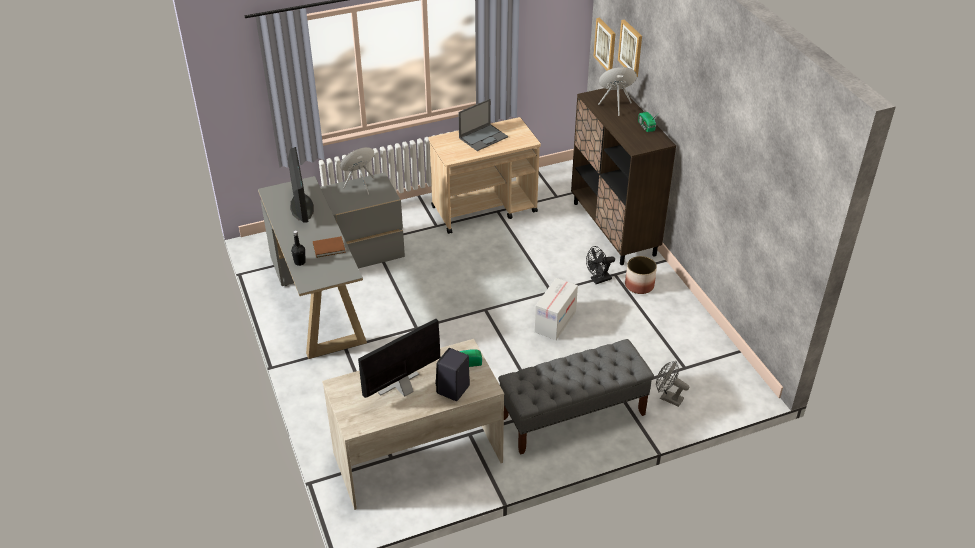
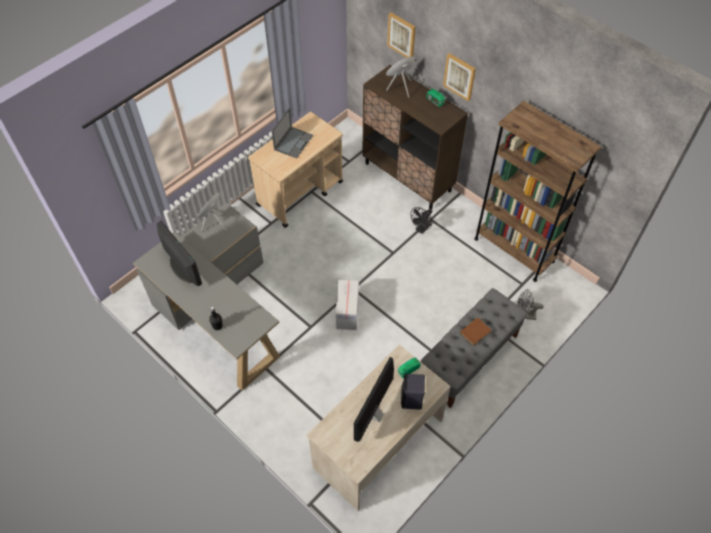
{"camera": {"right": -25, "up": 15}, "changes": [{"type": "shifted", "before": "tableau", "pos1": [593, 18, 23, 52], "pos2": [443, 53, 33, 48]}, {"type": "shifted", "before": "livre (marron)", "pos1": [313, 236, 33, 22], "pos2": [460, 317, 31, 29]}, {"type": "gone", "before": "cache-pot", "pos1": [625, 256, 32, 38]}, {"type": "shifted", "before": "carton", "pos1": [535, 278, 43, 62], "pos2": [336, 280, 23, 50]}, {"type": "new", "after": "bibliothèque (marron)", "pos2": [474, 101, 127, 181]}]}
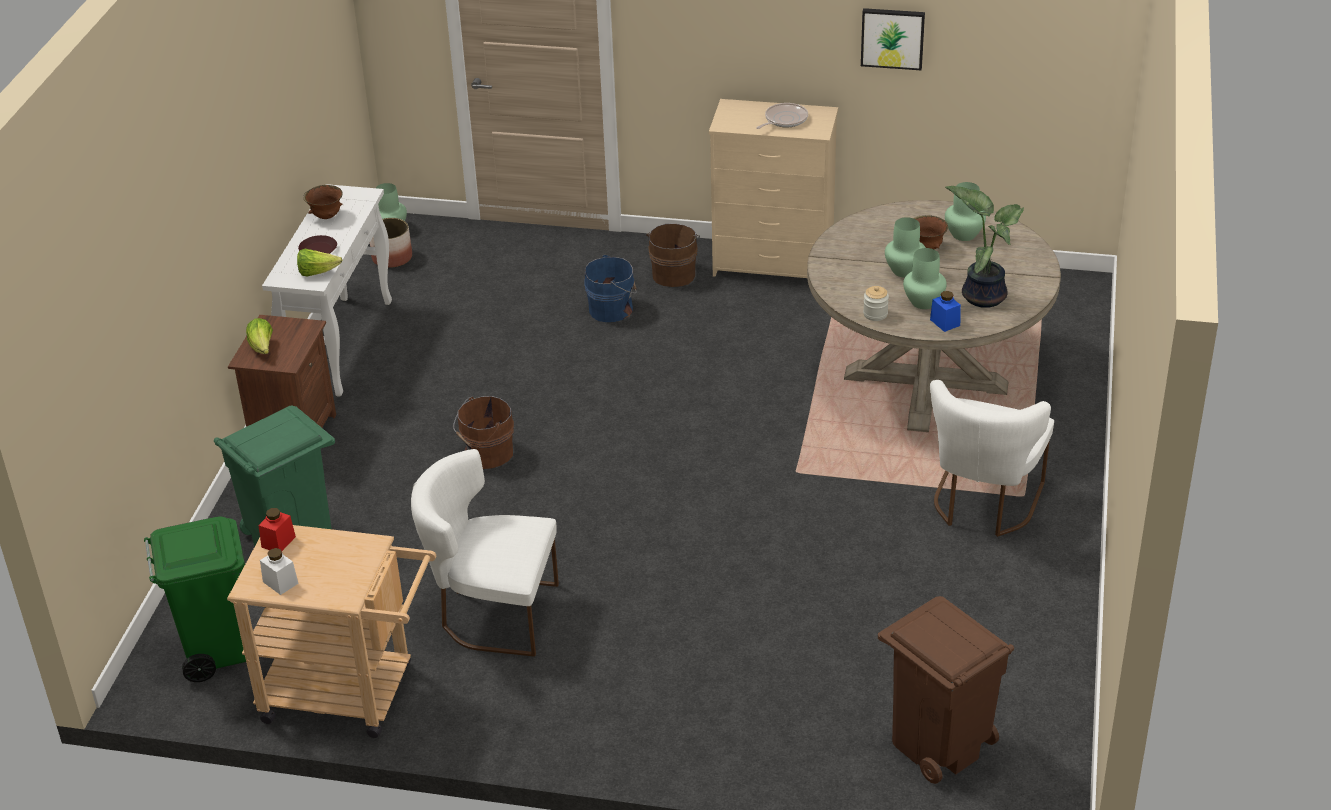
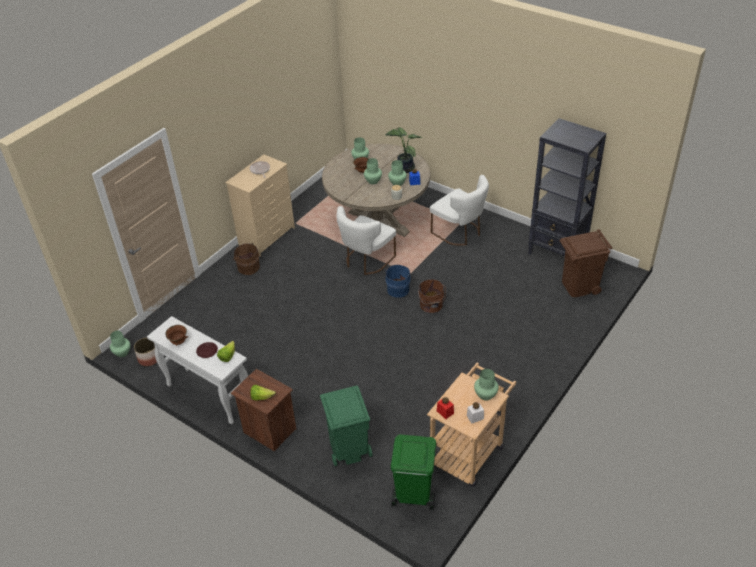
{"camera": {"right": -65, "up": 5}, "changes": [{"type": "gone", "before": "tableau", "pos1": [861, 8, 64, 62]}, {"type": "shifted", "before": "seau (bleu)", "pos1": [584, 255, 53, 67], "pos2": [385, 265, 27, 33]}, {"type": "shifted", "before": "seau (marron)", "pos1": [453, 396, 61, 73], "pos2": [418, 279, 28, 34]}, {"type": "shifted", "before": "chaise (blanc)", "pos1": [411, 449, 148, 208], "pos2": [336, 206, 60, 69]}, {"type": "new", "after": "bibliothèque (noir)", "pos2": [528, 118, 78, 138]}, {"type": "new", "after": "vase (vert)", "pos2": [474, 369, 25, 32]}]}
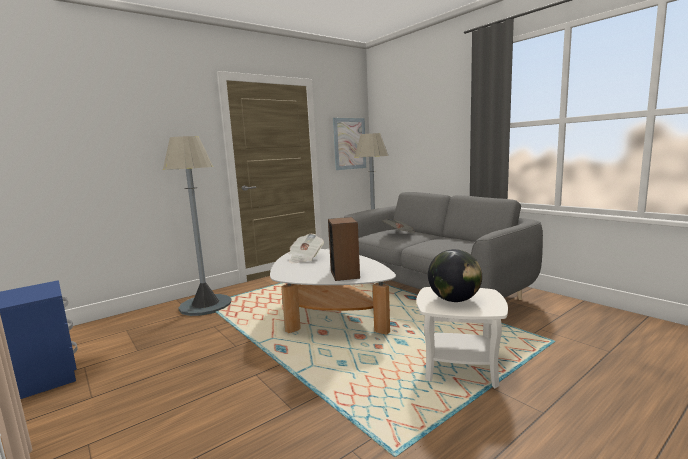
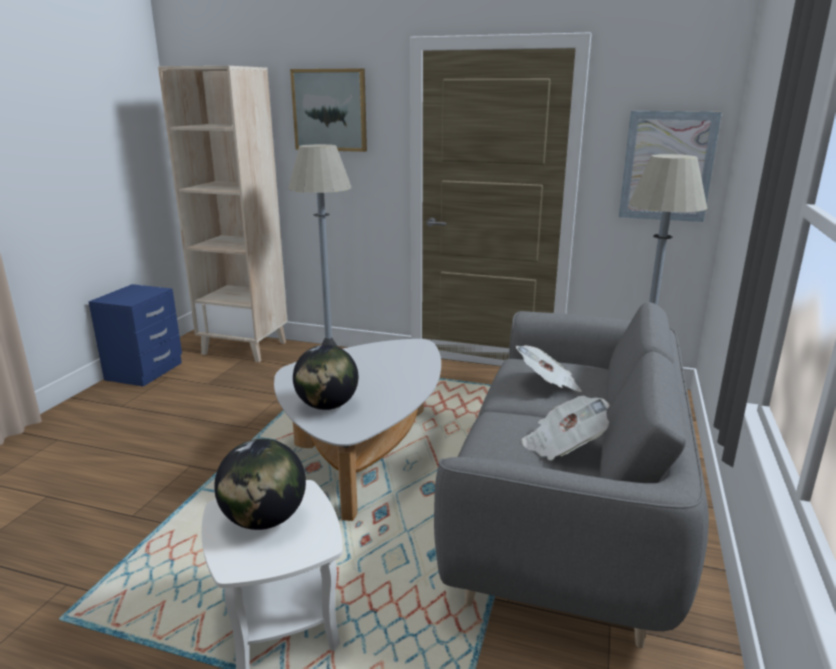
{"camera": {"right": 55, "up": 10}, "changes": [{"type": "swapped", "before": "enceinte", "after": "globe", "pos1": [328, 217, 32, 64], "pos2": [293, 345, 65, 65]}, {"type": "shifted", "before": "journal", "pos1": [289, 234, 35, 29], "pos2": [521, 396, 89, 64]}, {"type": "new", "after": "bibliothèque (beige)", "pos2": [158, 66, 130, 296]}, {"type": "new", "after": "tableau", "pos2": [290, 68, 77, 84]}]}
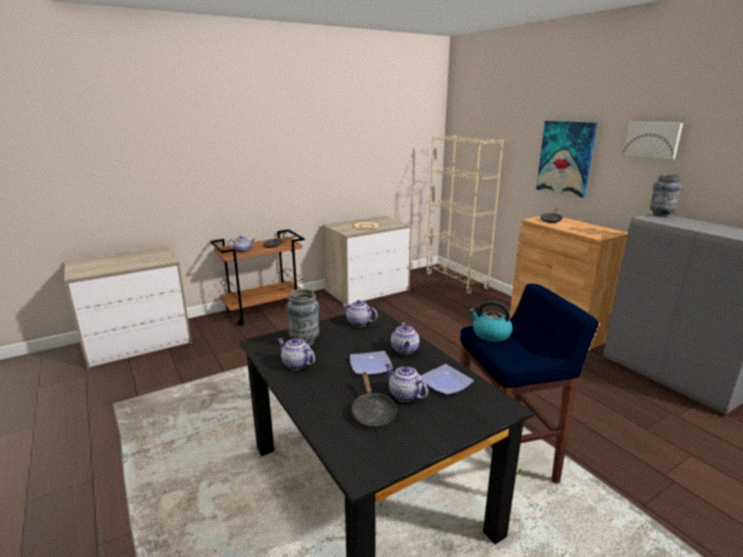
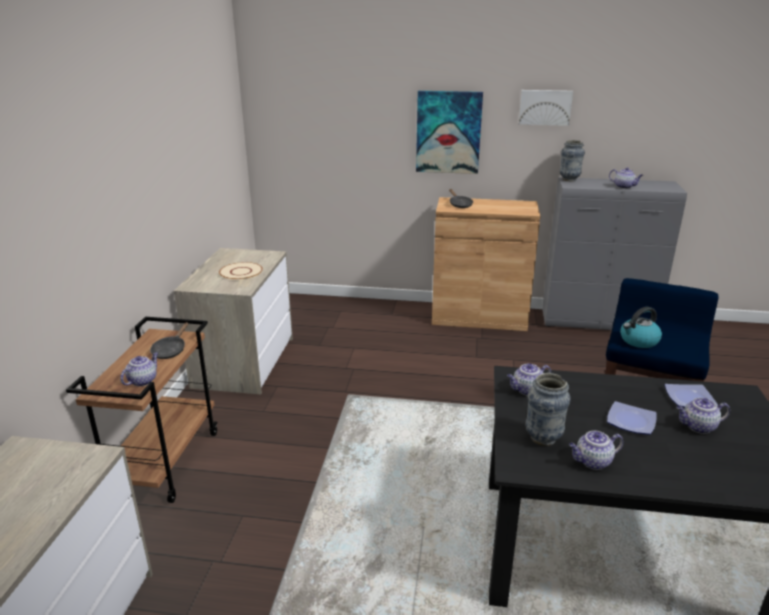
{"camera": {"right": -50, "up": 5}, "changes": [{"type": "gone", "before": "bibliothèque (beige)", "pos1": [426, 135, 78, 159]}, {"type": "shifted", "before": "théière", "pos1": [391, 322, 28, 33], "pos2": [609, 167, 34, 22]}, {"type": "gone", "before": "poêle (noir)", "pos1": [351, 372, 45, 56]}]}
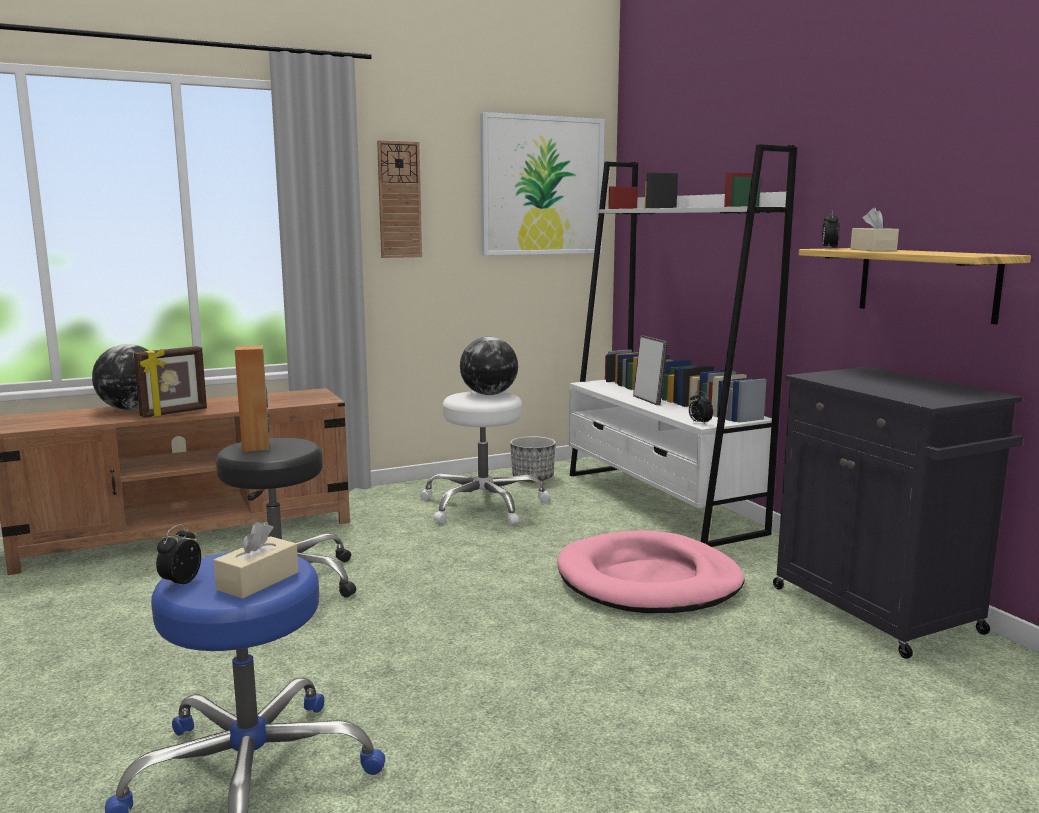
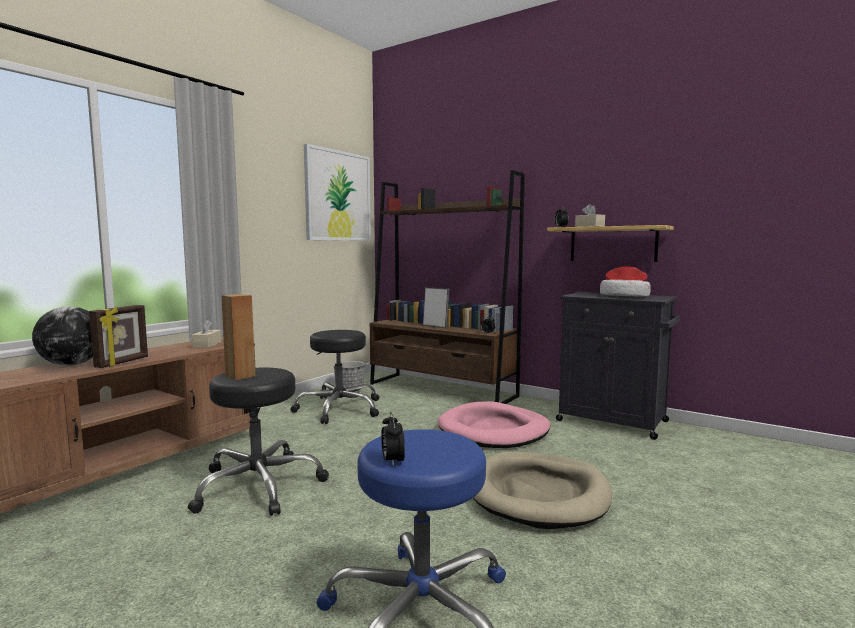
{"camera": {"right": -30, "up": -5}, "changes": [{"type": "gone", "before": "horloge murale", "pos1": [377, 140, 45, 118]}, {"type": "repainted", "before": "bibliothèque (blanc)", "after": "bibliothèque (marron)", "pos1": [569, 144, 228, 403], "pos2": [370, 170, 155, 234]}, {"type": "gone", "before": "globe", "pos1": [460, 337, 58, 58]}, {"type": "repainted", "before": "tabouret (blanc)", "after": "tabouret (noir)", "pos1": [420, 391, 130, 135], "pos2": [291, 330, 88, 94]}, {"type": "shifted", "before": "boîte à mouchoirs (beige)", "pos1": [214, 522, 85, 77], "pos2": [192, 320, 29, 28]}, {"type": "new", "after": "chapeau", "pos2": [600, 267, 51, 30]}, {"type": "new", "after": "panier pour chien (beige)", "pos2": [473, 452, 139, 77]}]}
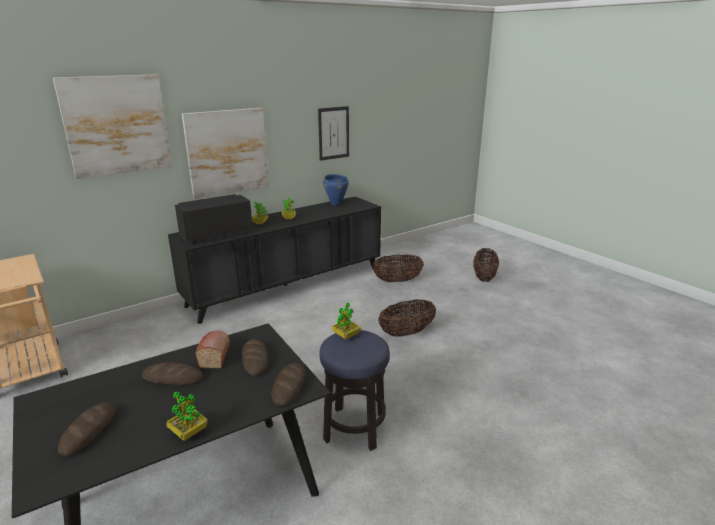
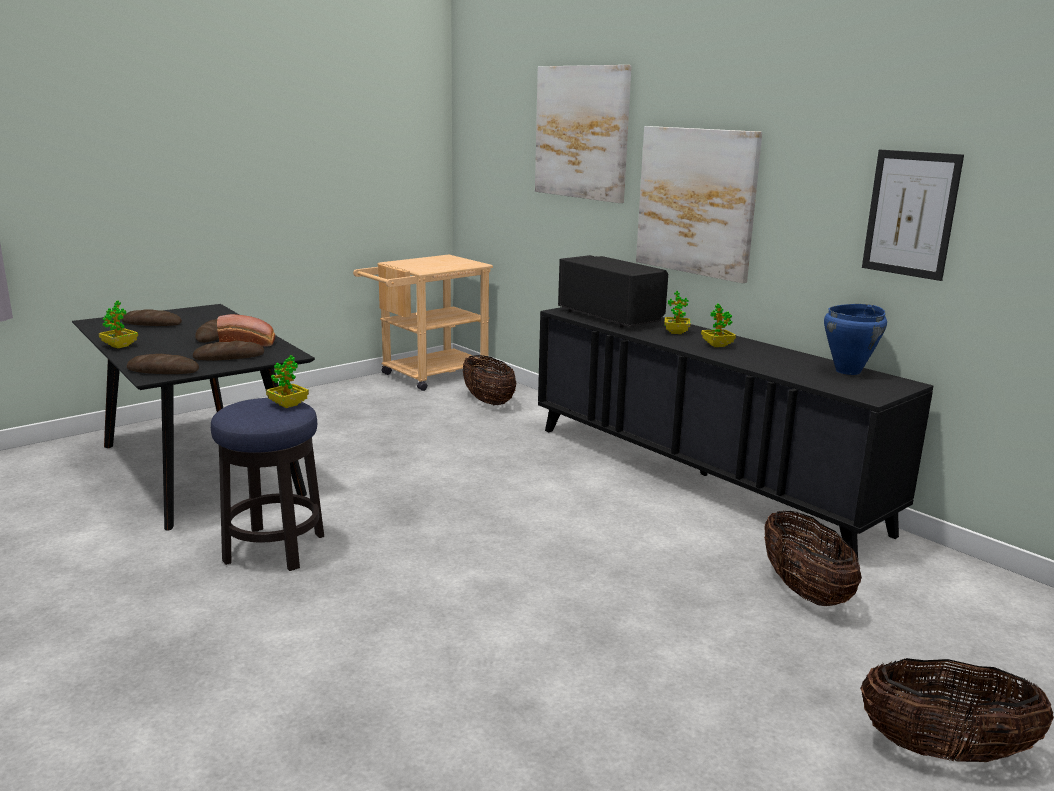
{"camera": {"right": 85, "up": -5}, "changes": [{"type": "shifted", "before": "panier", "pos1": [378, 299, 58, 38], "pos2": [463, 355, 53, 50]}]}
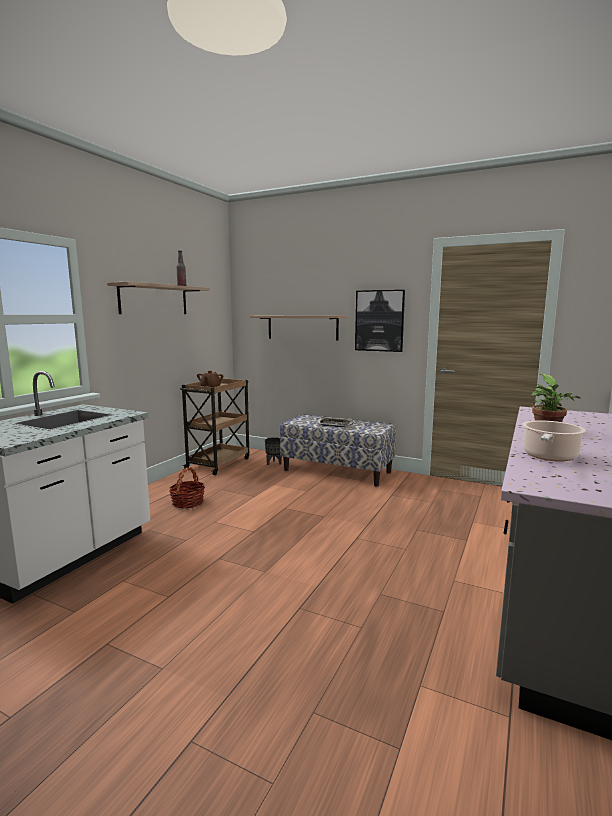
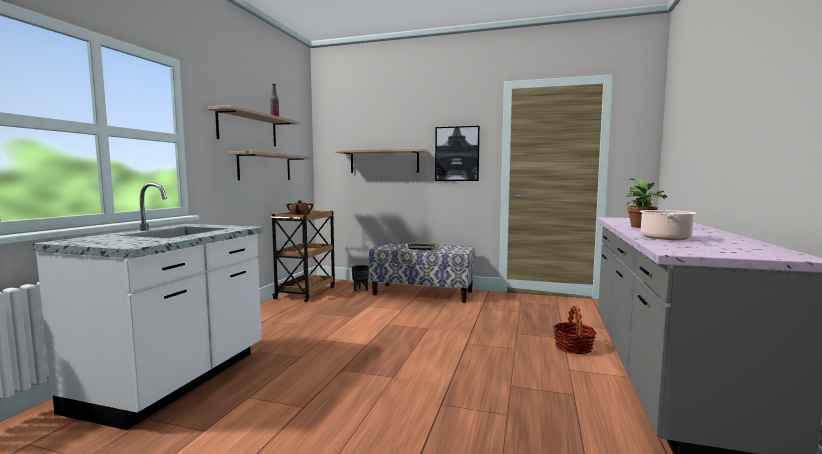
{"camera": {"right": -10, "up": -5}, "changes": [{"type": "shifted", "before": "panier", "pos1": [169, 467, 36, 41], "pos2": [553, 306, 44, 48]}, {"type": "new", "after": "étagère", "pos2": [229, 151, 83, 29]}]}
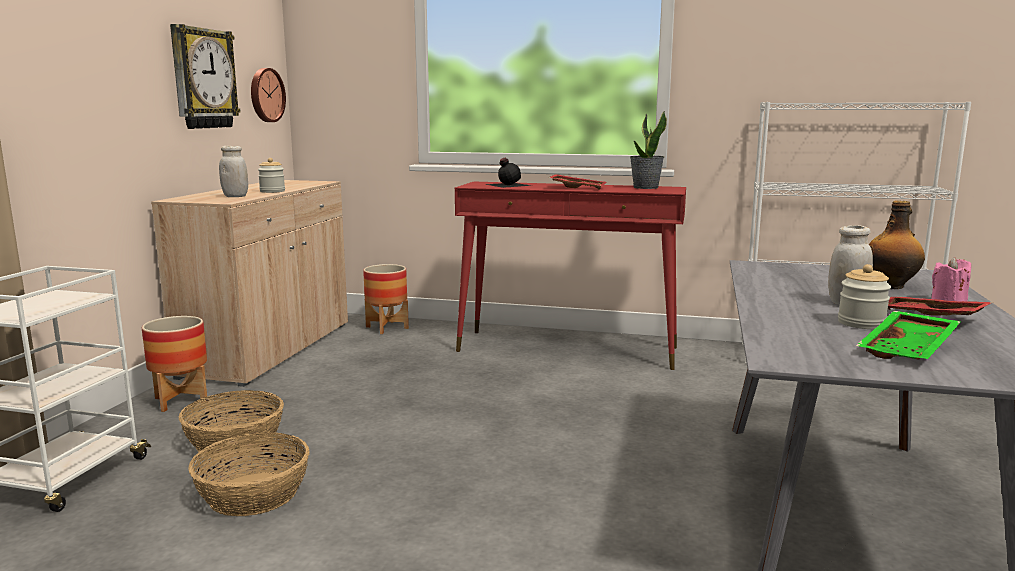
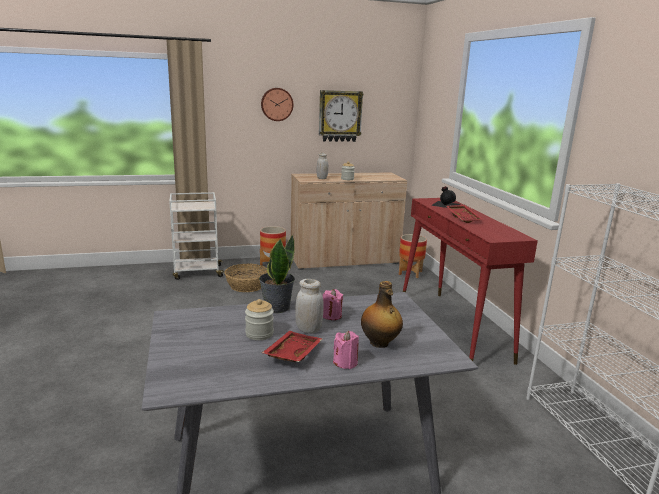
{"camera": {"right": 60, "up": 5}, "changes": [{"type": "shifted", "before": "horloge murale", "pos1": [251, 68, 35, 54], "pos2": [261, 88, 32, 33]}, {"type": "shifted", "before": "plante en pot", "pos1": [630, 111, 37, 78], "pos2": [259, 235, 36, 78]}, {"type": "gone", "before": "plateau (vert)", "pos1": [856, 311, 105, 48]}, {"type": "gone", "before": "panier", "pos1": [188, 432, 122, 84]}, {"type": "new", "after": "bougie (rose)", "pos2": [323, 289, 20, 31]}]}
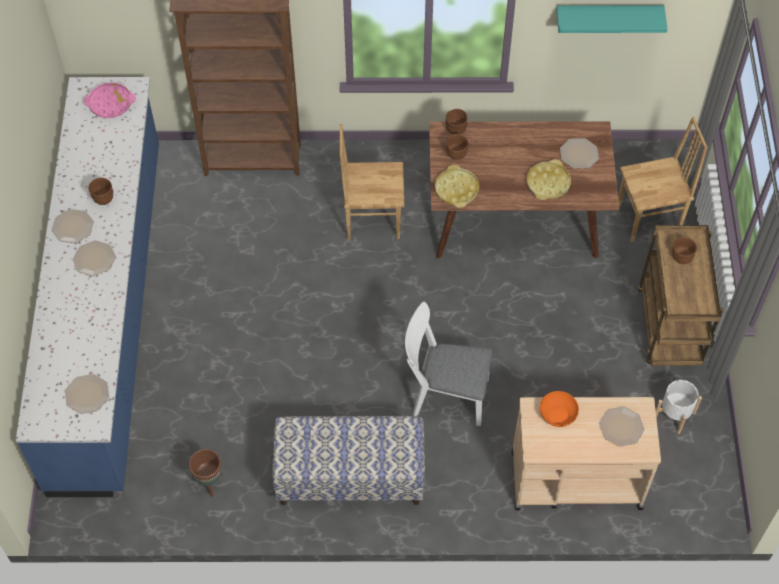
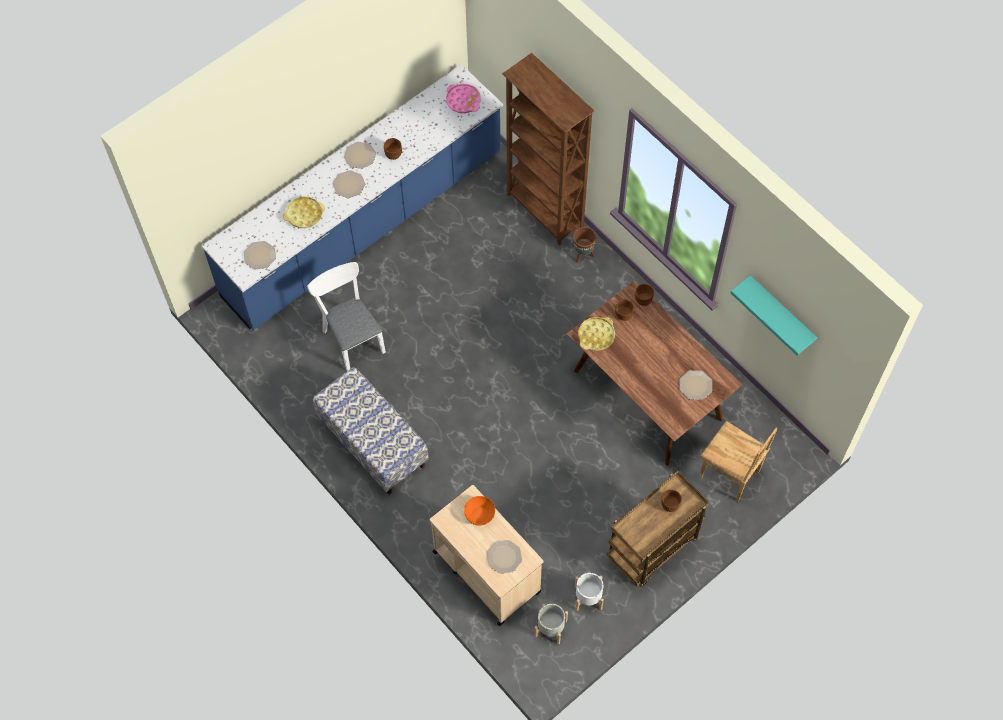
{"camera": {"right": 50, "up": 5}, "changes": [{"type": "gone", "before": "chaise (marron)", "pos1": [340, 124, 64, 116]}, {"type": "shifted", "before": "plateau (jaune)", "pos1": [527, 159, 44, 41], "pos2": [283, 197, 42, 31]}, {"type": "shifted", "before": "chaise (blanc)", "pos1": [405, 302, 87, 124], "pos2": [307, 262, 79, 109]}, {"type": "shifted", "before": "cache-pot (marron)", "pos1": [189, 449, 34, 48], "pos2": [573, 227, 23, 36]}, {"type": "new", "after": "cache-pot (gris)", "pos2": [534, 604, 34, 40]}]}
